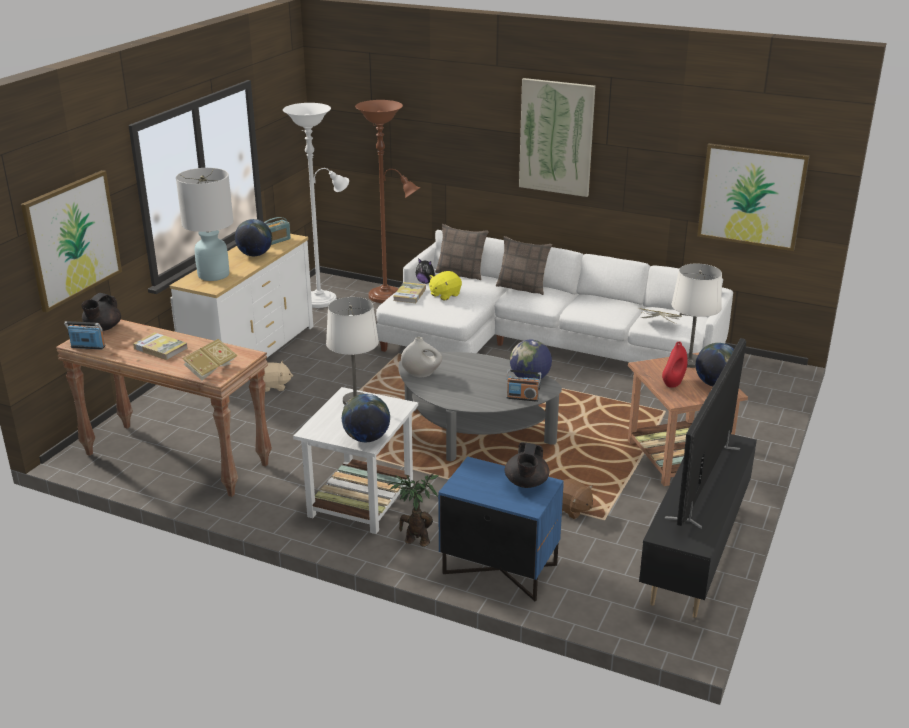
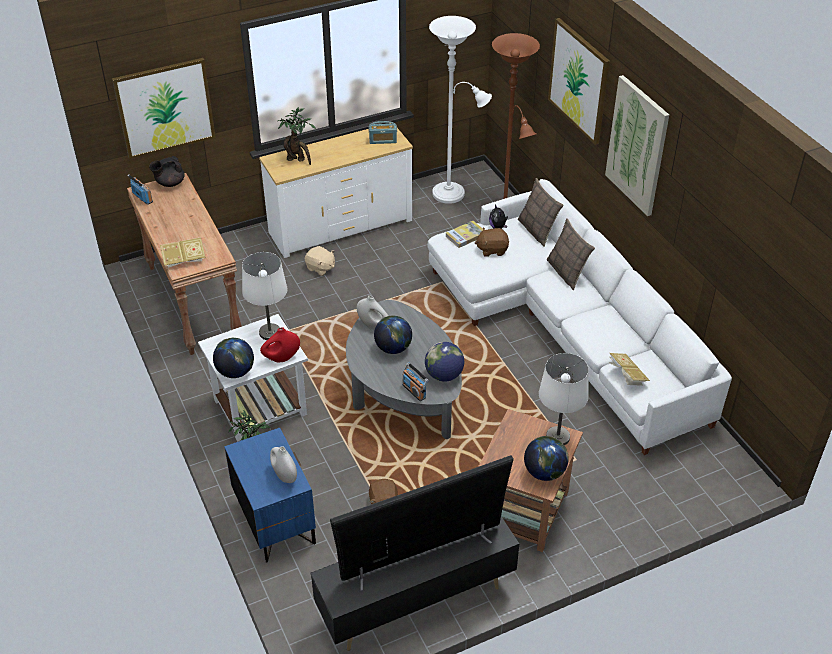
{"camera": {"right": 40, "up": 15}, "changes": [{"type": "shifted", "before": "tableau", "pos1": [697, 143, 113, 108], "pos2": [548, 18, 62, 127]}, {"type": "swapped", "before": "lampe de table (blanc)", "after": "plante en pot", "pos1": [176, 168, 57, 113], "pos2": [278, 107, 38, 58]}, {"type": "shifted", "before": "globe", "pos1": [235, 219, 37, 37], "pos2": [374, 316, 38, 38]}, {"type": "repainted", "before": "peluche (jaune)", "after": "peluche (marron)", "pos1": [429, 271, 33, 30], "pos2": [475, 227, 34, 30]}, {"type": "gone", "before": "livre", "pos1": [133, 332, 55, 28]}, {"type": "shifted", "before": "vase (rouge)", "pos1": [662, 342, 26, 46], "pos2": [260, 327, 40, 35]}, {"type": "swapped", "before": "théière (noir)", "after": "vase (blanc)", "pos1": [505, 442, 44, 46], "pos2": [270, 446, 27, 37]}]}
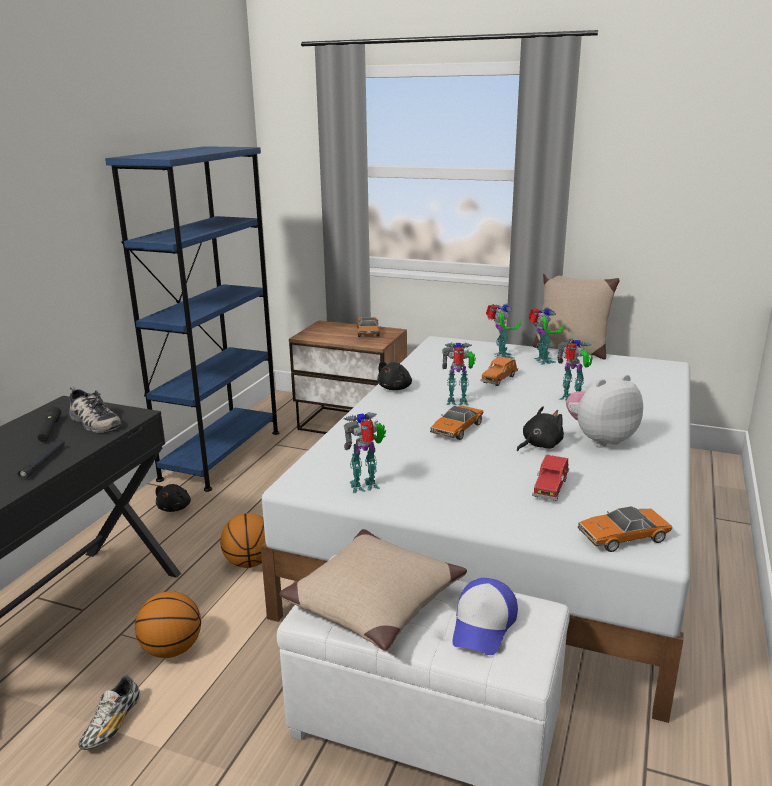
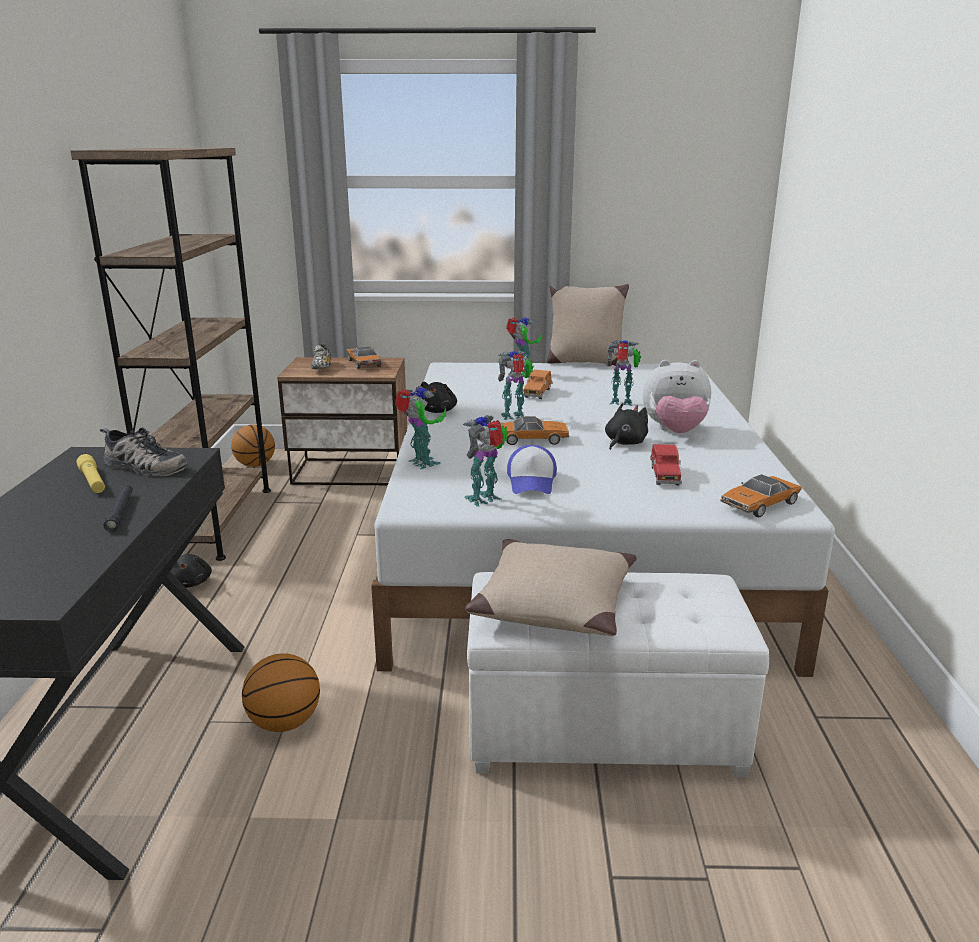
{"camera": {"right": -20, "up": 0}, "changes": [{"type": "repainted", "before": "bibliothèque (bleu)", "after": "bibliothèque (marron)", "pos1": [105, 146, 174, 346], "pos2": [71, 148, 200, 413]}, {"type": "shifted", "before": "robot jouet", "pos1": [528, 307, 36, 58], "pos2": [395, 386, 51, 83]}, {"type": "rotated", "before": "peluche", "pos1": [566, 374, 77, 74], "pos2": [643, 360, 68, 73], "turn": -135}, {"type": "rotated", "before": "petite voiture", "pos1": [430, 405, 54, 35], "pos2": [501, 416, 68, 29], "turn": -105}, {"type": "repainted", "before": "lampe de poche (noir)", "after": "lampe de poche (jaune)", "pos1": [37, 406, 24, 36], "pos2": [76, 454, 29, 39]}, {"type": "shifted", "before": "ballon de basket", "pos1": [220, 513, 45, 55], "pos2": [231, 425, 44, 42]}, {"type": "shifted", "before": "casquette", "pos1": [452, 578, 66, 77], "pos2": [507, 445, 50, 49]}, {"type": "shifted", "before": "chaussure", "pos1": [78, 675, 63, 75], "pos2": [311, 344, 20, 25]}]}
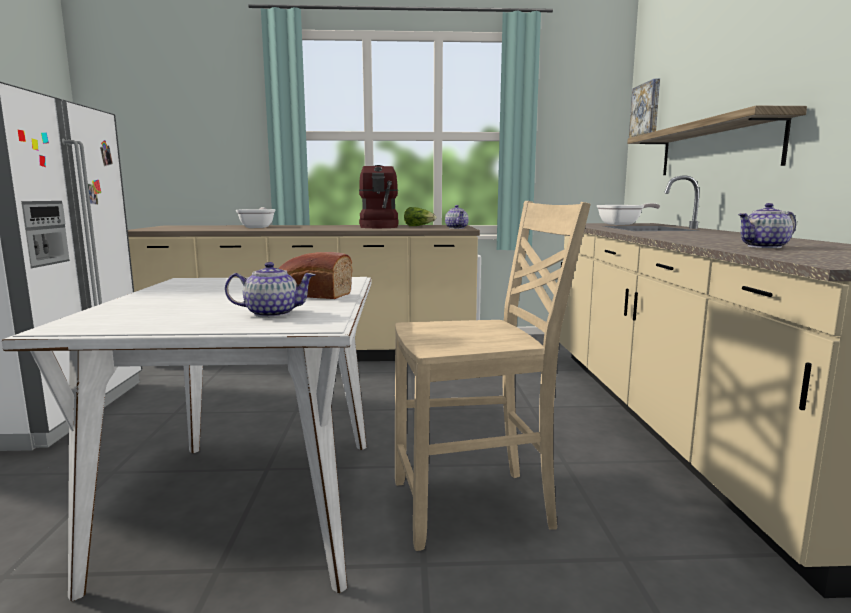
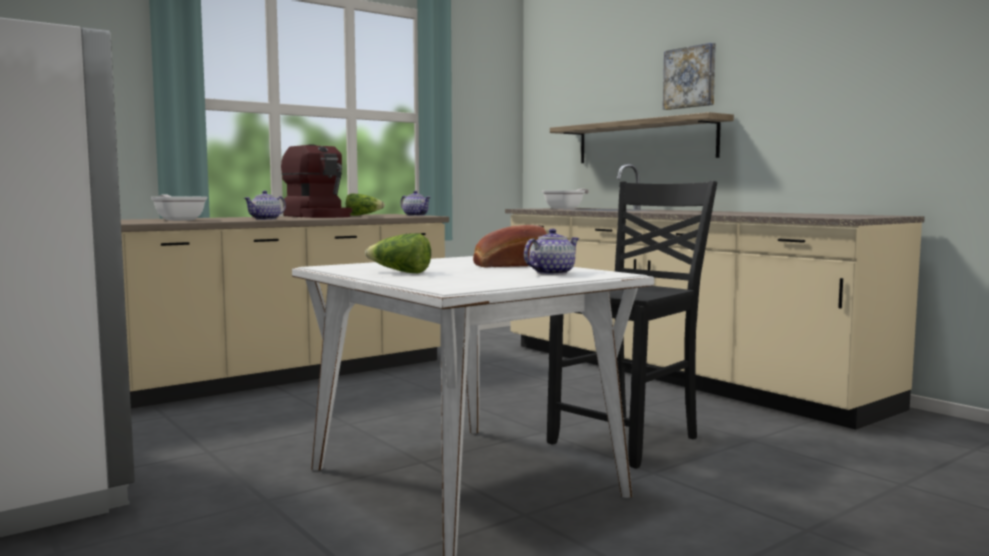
{"camera": {"right": -35, "up": -5}, "changes": [{"type": "shifted", "before": "tableau", "pos1": [629, 79, 31, 59], "pos2": [663, 43, 53, 67]}, {"type": "repainted", "before": "chaise (beige)", "after": "chaise (noir)", "pos1": [395, 201, 196, 350], "pos2": [547, 181, 170, 288]}, {"type": "shifted", "before": "théière", "pos1": [738, 203, 58, 45], "pos2": [244, 191, 42, 29]}, {"type": "new", "after": "laitue", "pos2": [365, 234, 66, 39]}]}
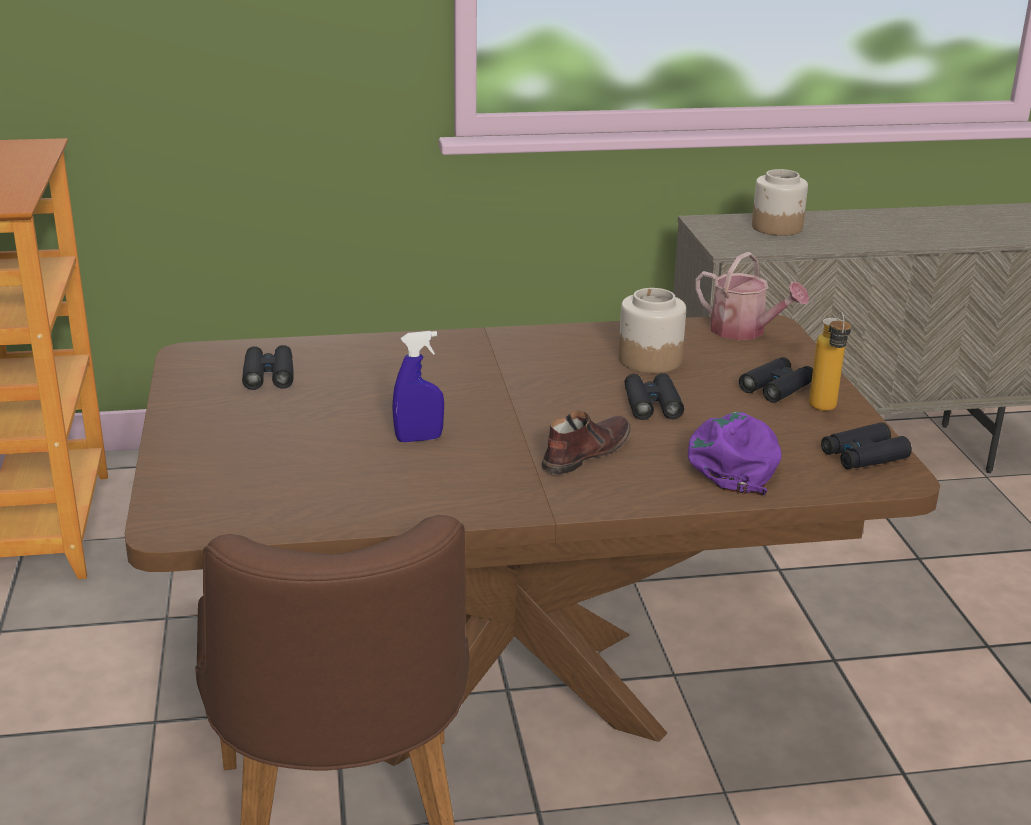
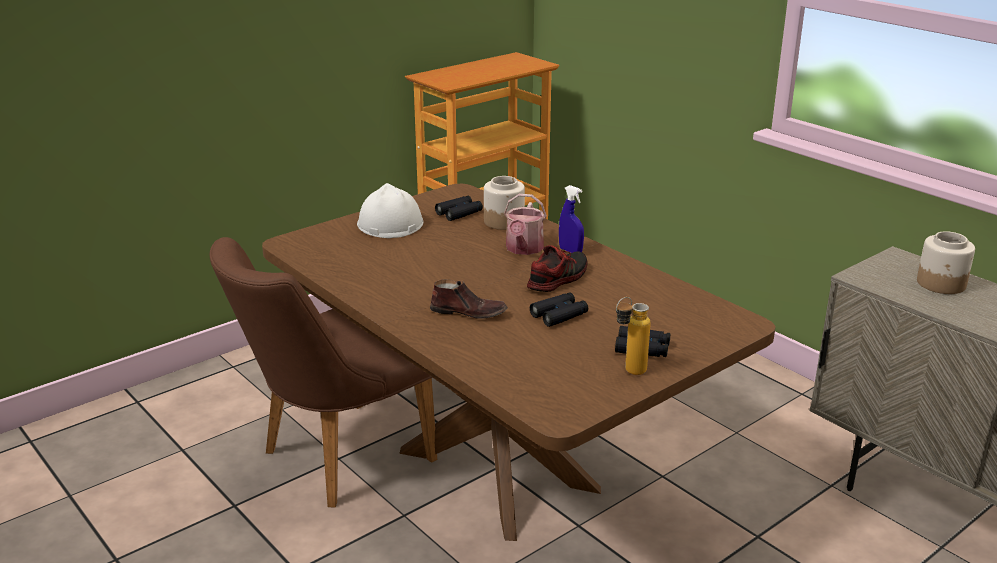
{"camera": {"right": 60, "up": 0}, "changes": [{"type": "shifted", "before": "arrosoir", "pos1": [695, 252, 114, 88], "pos2": [504, 194, 43, 61]}, {"type": "shifted", "before": "bocal", "pos1": [618, 288, 68, 85], "pos2": [484, 176, 41, 54]}, {"type": "shifted", "before": "vaporisateur (bleu)", "pos1": [392, 331, 52, 111], "pos2": [559, 185, 25, 68]}, {"type": "gone", "before": "casquette (violet)", "pos1": [688, 412, 93, 84]}, {"type": "gone", "before": "jumelles (noir)", "pos1": [821, 422, 91, 47]}, {"type": "new", "after": "casque de chantier (blanc)", "pos2": [357, 183, 66, 55]}, {"type": "new", "after": "chaussure", "pos2": [527, 245, 61, 47]}]}
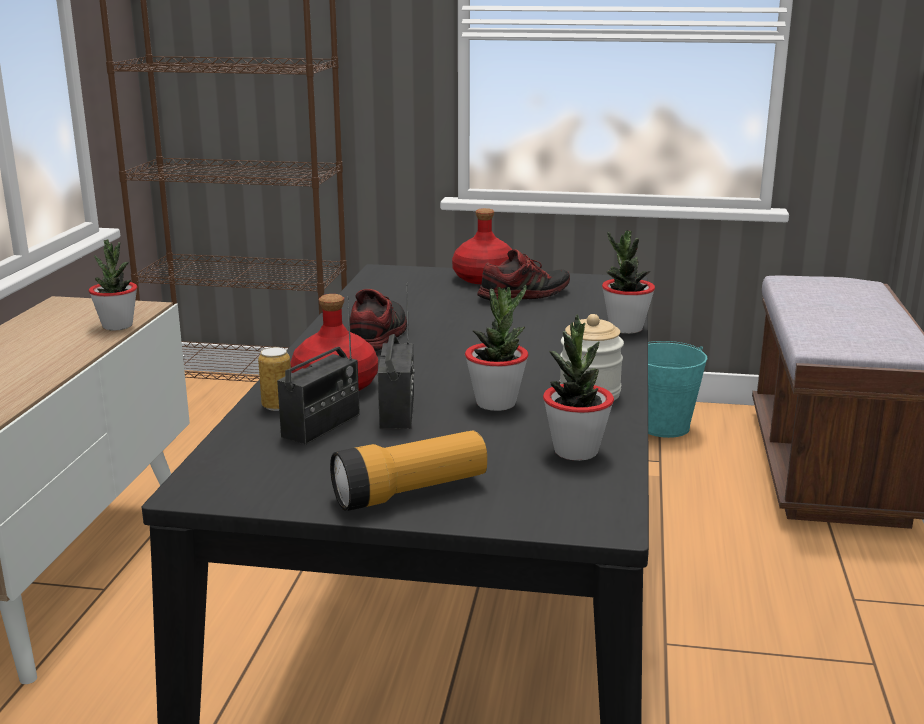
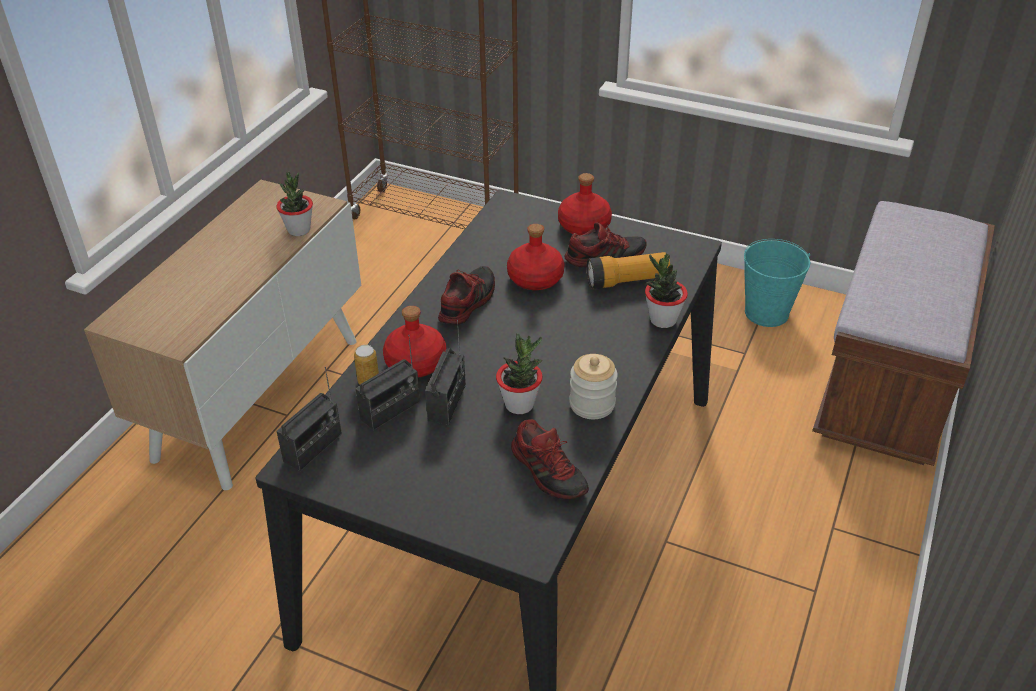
{"camera": {"right": 15, "up": 20}, "changes": [{"type": "swapped", "before": "plante en pot", "after": "chaussure", "pos1": [543, 314, 71, 147], "pos2": [511, 419, 78, 80]}, {"type": "shifted", "before": "lampe de poche", "pos1": [330, 431, 157, 80], "pos2": [587, 252, 83, 37]}, {"type": "new", "after": "bouteille (rouge)", "pos2": [507, 224, 57, 66]}, {"type": "new", "after": "radio", "pos2": [276, 367, 66, 104]}]}
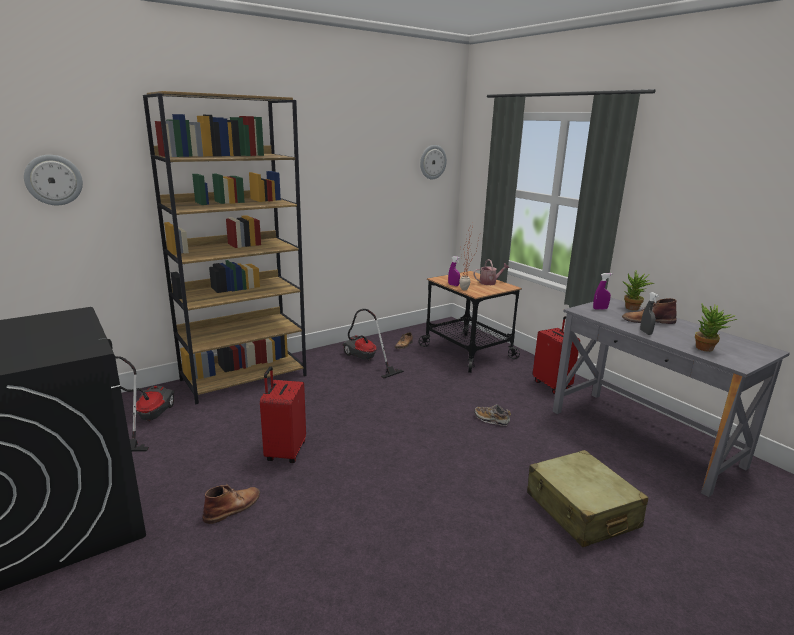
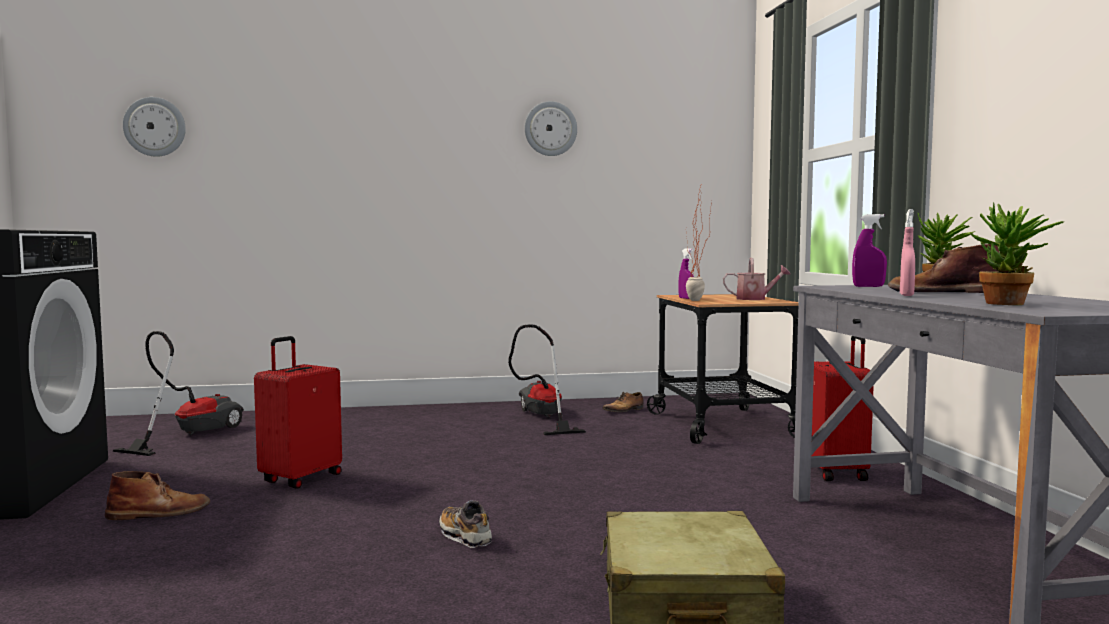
{"camera": {"right": 25, "up": -15}, "changes": [{"type": "gone", "before": "bibliothèque (marron)", "pos1": [143, 91, 164, 313]}, {"type": "shifted", "before": "horloge murale", "pos1": [420, 145, 27, 34], "pos2": [524, 101, 53, 55]}, {"type": "repainted", "before": "vaporisateur (gris)", "after": "vaporisateur (rose)", "pos1": [640, 292, 19, 43], "pos2": [900, 209, 15, 87]}, {"type": "shifted", "before": "chaussure", "pos1": [474, 404, 37, 22], "pos2": [439, 500, 53, 48]}]}
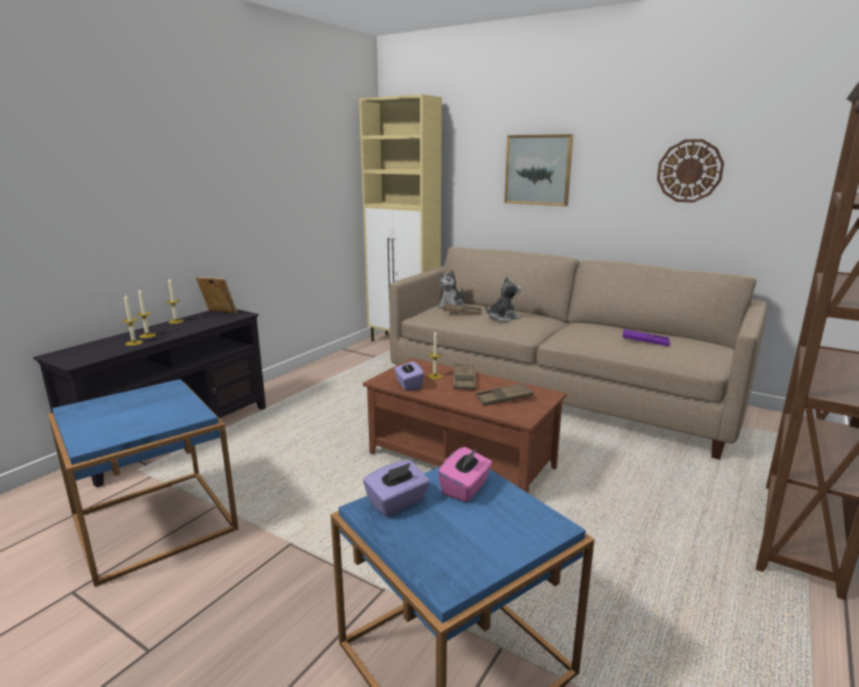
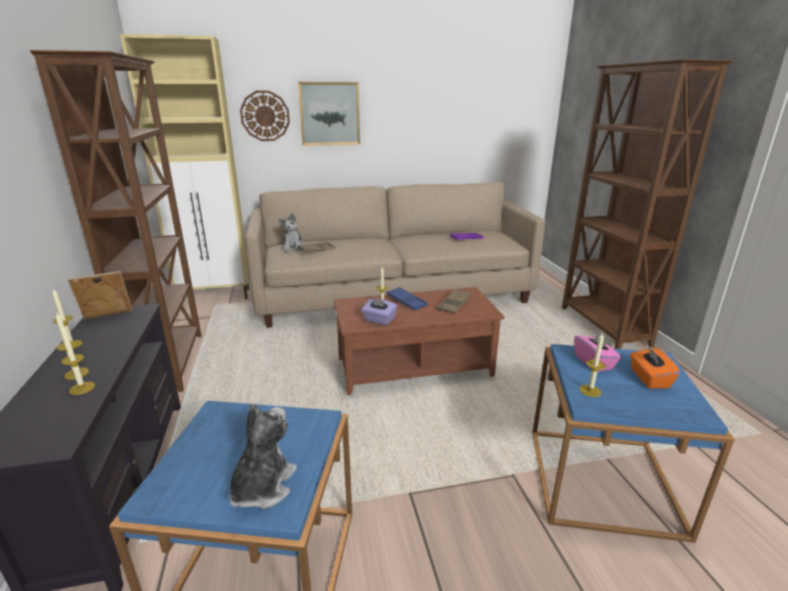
{"camera": {"right": -45, "up": 5}, "changes": [{"type": "shifted", "before": "horloge murale", "pos1": [657, 139, 67, 64], "pos2": [240, 91, 50, 50]}, {"type": "shifted", "before": "peluche", "pos1": [485, 276, 36, 46], "pos2": [229, 403, 68, 106]}, {"type": "repainted", "before": "plateau (marron)", "after": "plateau (bleu)", "pos1": [453, 363, 23, 27], "pos2": [387, 287, 41, 24]}, {"type": "swapped", "before": "boîte à mouchoirs (violet)", "after": "bougie", "pos1": [363, 460, 67, 56], "pos2": [580, 332, 26, 65]}, {"type": "new", "after": "bibliothèque (marron)", "pos2": [30, 50, 172, 342]}, {"type": "new", "after": "boîte à mouchoirs (orange)", "pos2": [630, 345, 50, 43]}]}
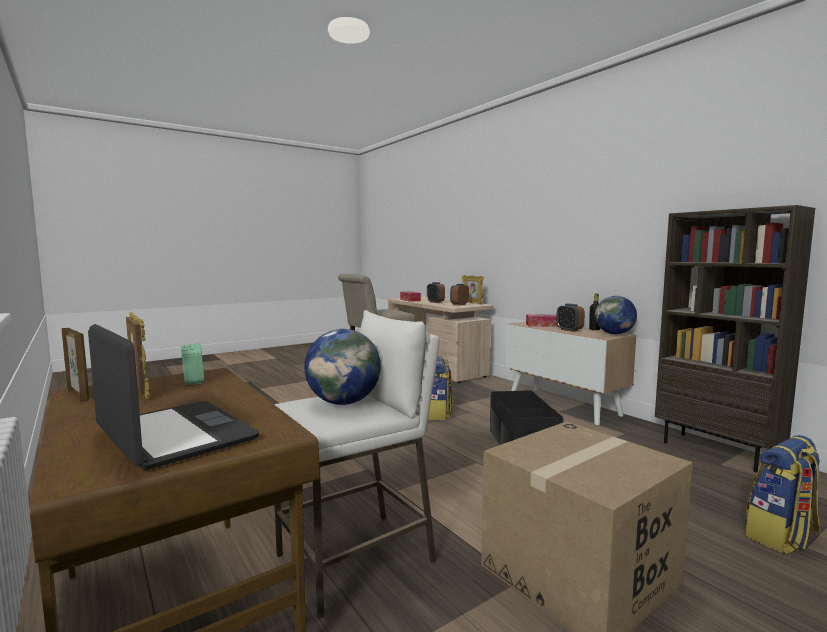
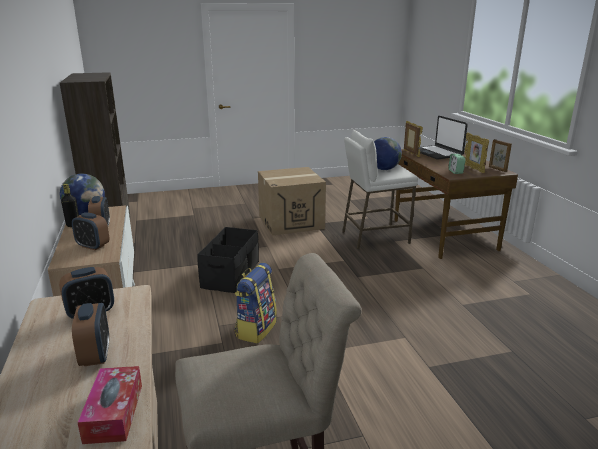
{"camera": {"right": -160, "up": 15}, "changes": [{"type": "shifted", "before": "cadre photo", "pos1": [462, 275, 21, 29], "pos2": [404, 121, 19, 36]}, {"type": "swapped", "before": "boîte à mouchoirs", "after": "réveil", "pos1": [526, 314, 32, 13], "pos2": [72, 212, 38, 38]}, {"type": "gone", "before": "sac à dos", "pos1": [745, 435, 76, 119]}]}
